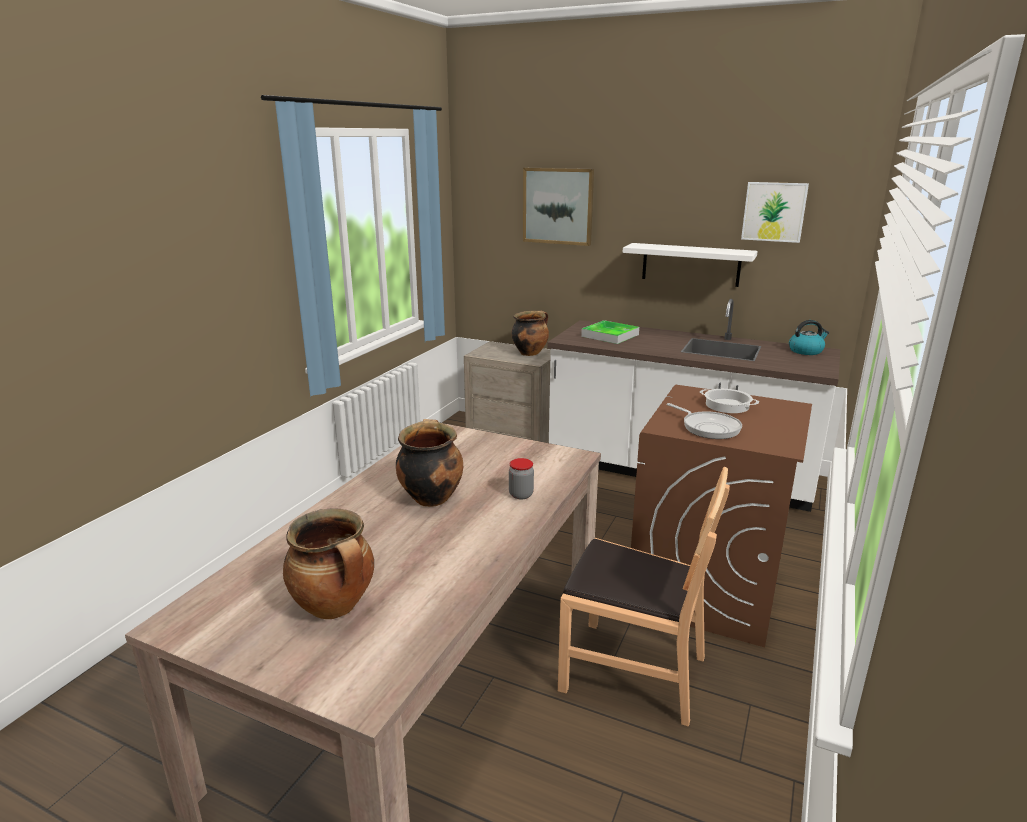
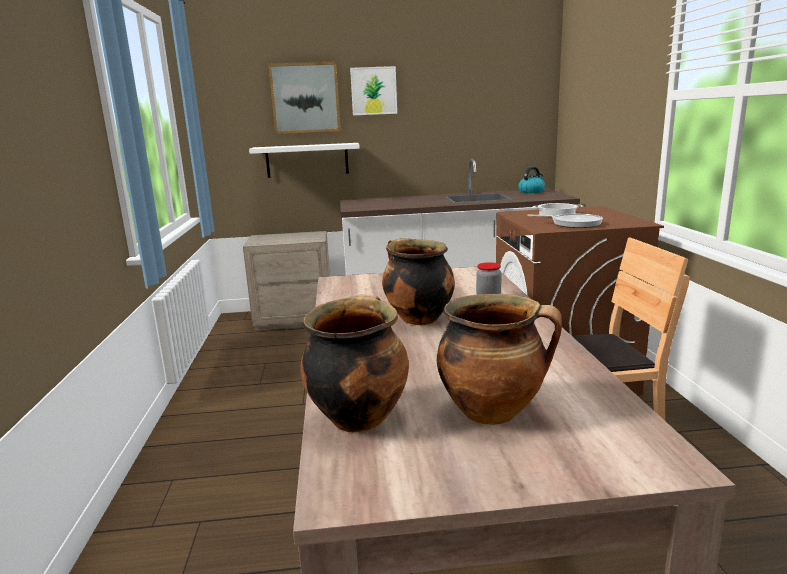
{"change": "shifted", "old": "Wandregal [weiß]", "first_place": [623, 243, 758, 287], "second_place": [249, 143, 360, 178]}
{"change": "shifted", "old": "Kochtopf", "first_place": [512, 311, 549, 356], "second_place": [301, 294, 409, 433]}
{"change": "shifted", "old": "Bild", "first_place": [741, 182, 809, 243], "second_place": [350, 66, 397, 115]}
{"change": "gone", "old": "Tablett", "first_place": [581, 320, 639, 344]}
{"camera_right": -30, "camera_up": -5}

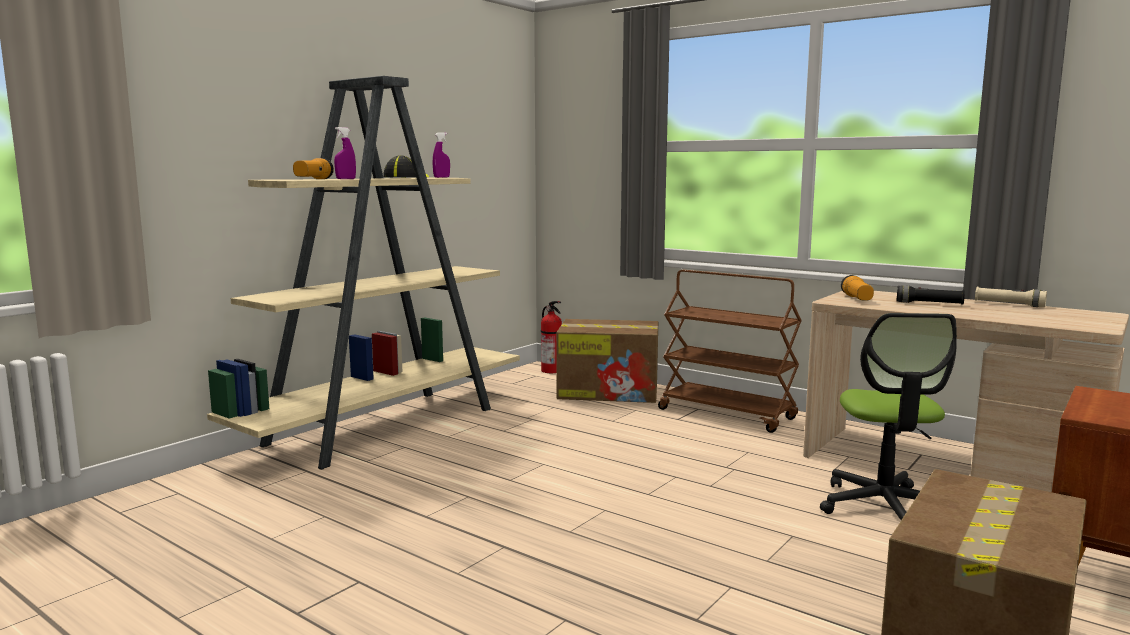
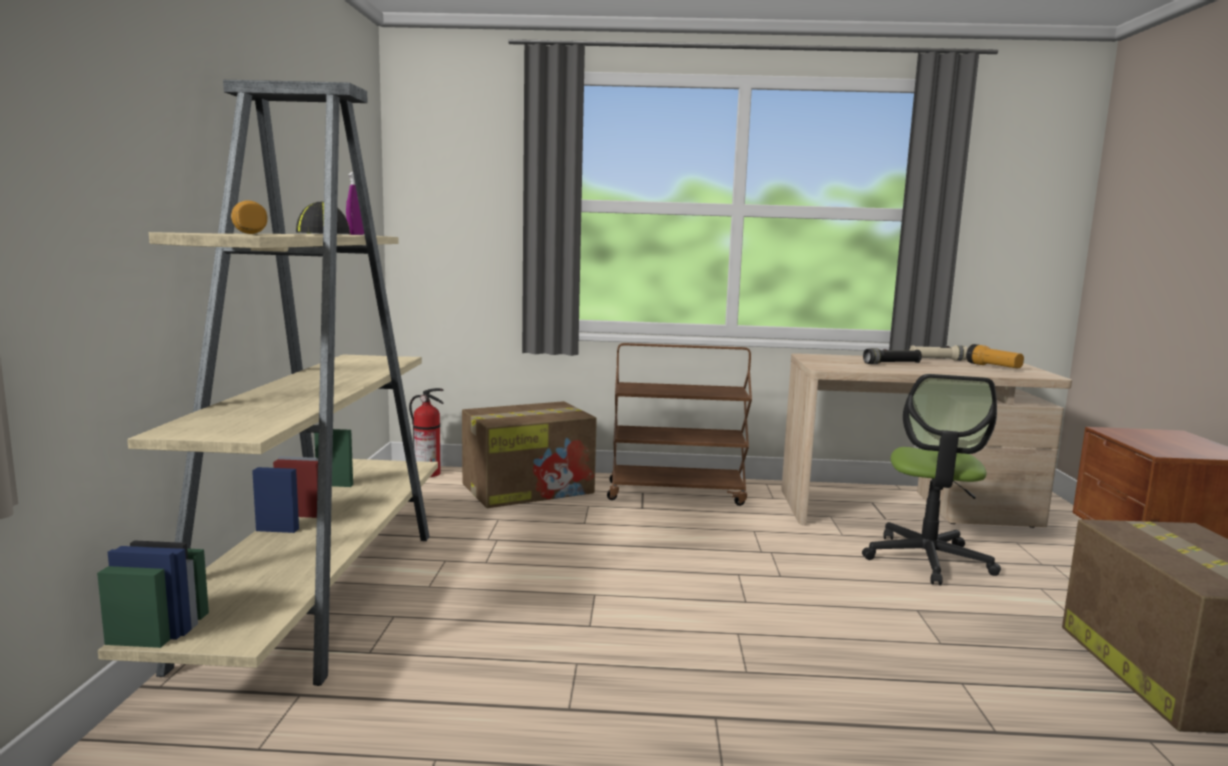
{"change": "rotated", "old": "Bürostuhl", "first_place": [820, 313, 957, 520], "second_place": [862, 374, 1001, 585], "degrees": 45}
{"change": "shifted", "old": "Taschenlampe", "first_place": [841, 275, 874, 301], "second_place": [966, 344, 1024, 368]}
{"change": "gone", "old": "Sprühflasche [lila]", "first_place": [334, 127, 356, 179]}
{"camera_right": -35, "camera_up": 0}

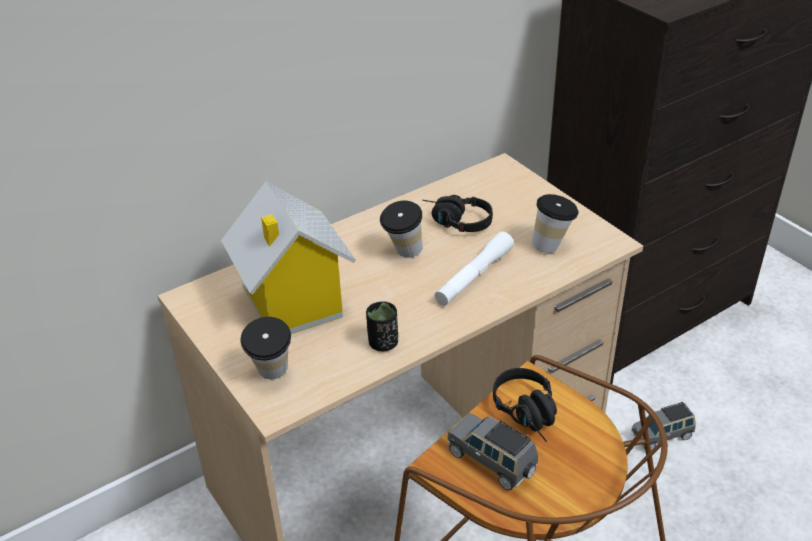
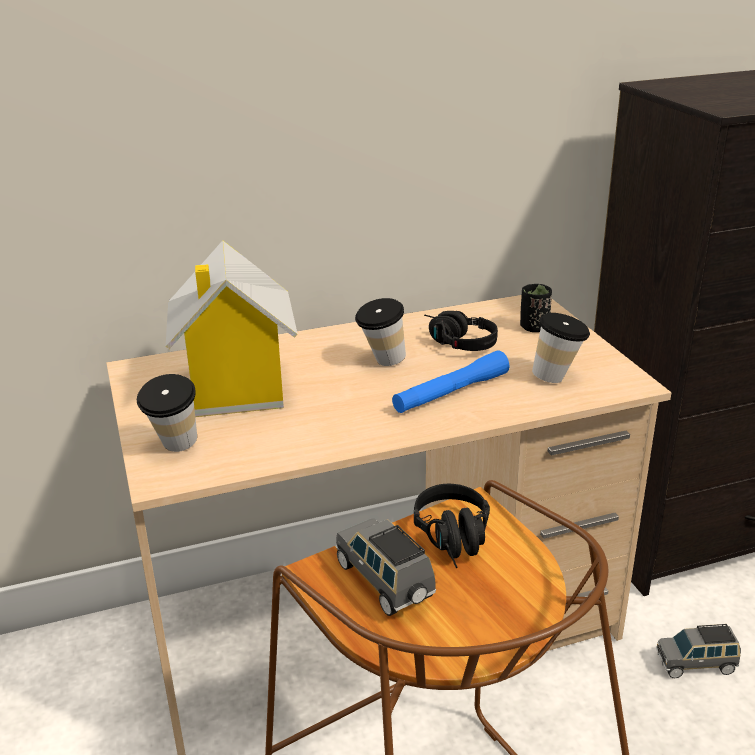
{"change": "repainted", "old": "Taschenlampe [weiß]", "new": "Taschenlampe [blau]", "first_place": [435, 232, 514, 306], "second_place": [392, 350, 509, 413]}
{"change": "shifted", "old": "Tasse [schwarz]", "first_place": [366, 301, 398, 351], "second_place": [520, 284, 552, 332]}
{"camera_right": 15, "camera_up": -10}

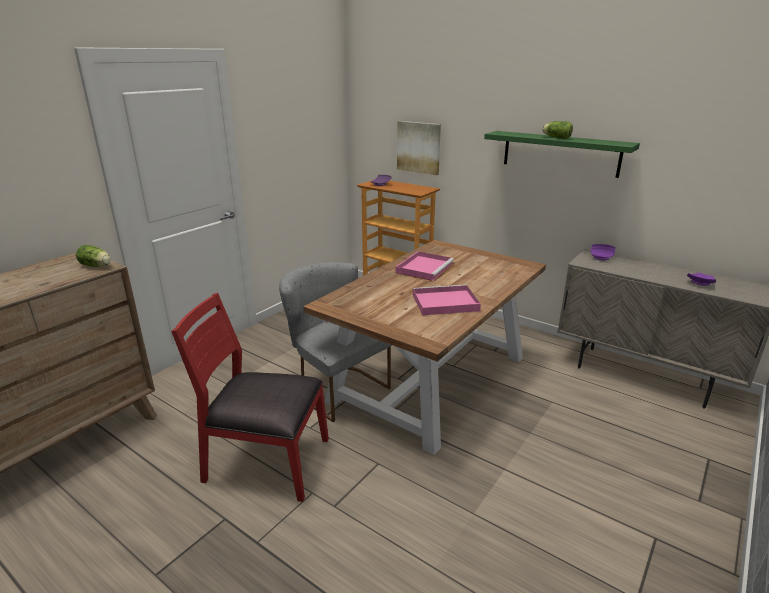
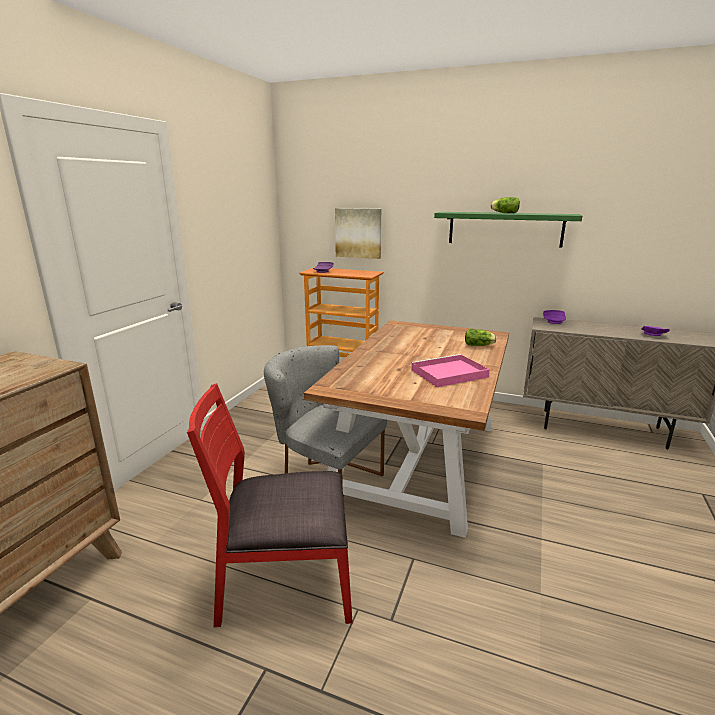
{"change": "shifted", "old": "Salatkopf", "first_place": [76, 245, 111, 267], "second_place": [465, 329, 497, 346]}
{"change": "gone", "old": "Tablett [rosa]", "first_place": [396, 251, 454, 281]}
{"camera_right": -15, "camera_up": -5}

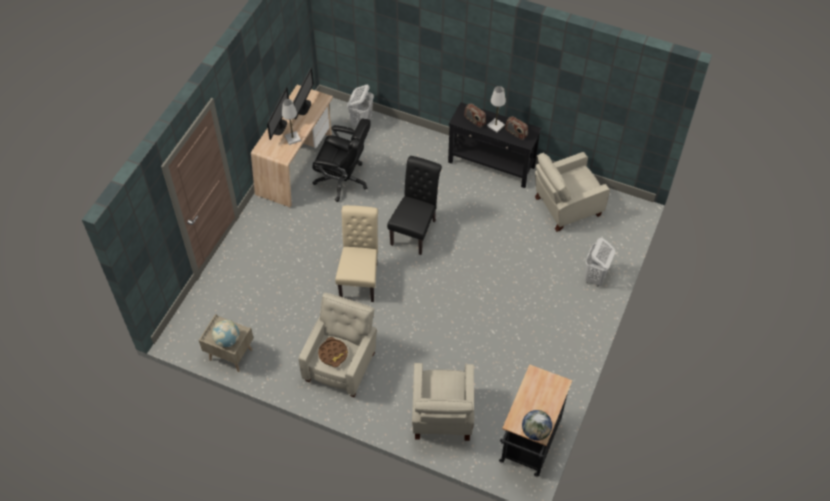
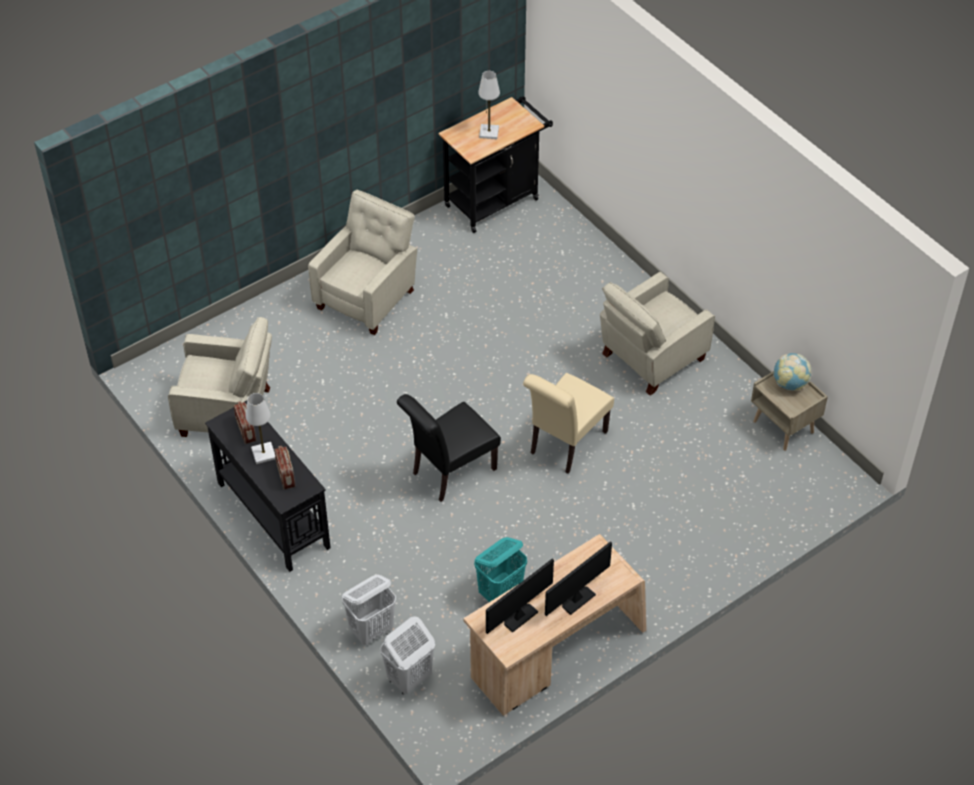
{"change": "shifted", "old": "Sessel [beige]", "first_place": [412, 363, 474, 441], "second_place": [308, 190, 417, 335]}
{"change": "shifted", "old": "Wäschekorb [weiß]", "first_place": [585, 237, 615, 287], "second_place": [342, 575, 396, 645]}
{"change": "swapped", "old": "Bürostuhl [schwarz]", "new": "Wäschekorb [türkis]", "first_place": [312, 118, 371, 202], "second_place": [474, 537, 527, 602]}
{"change": "shifted", "old": "Tischlampe [weiß]", "first_place": [282, 99, 301, 145], "second_place": [478, 71, 500, 139]}
{"change": "gone", "old": "Tablett [braun]", "first_place": [318, 337, 348, 367]}
{"change": "gone", "old": "Globus", "first_place": [522, 410, 552, 441]}
{"camera_right": -150, "camera_up": -5}

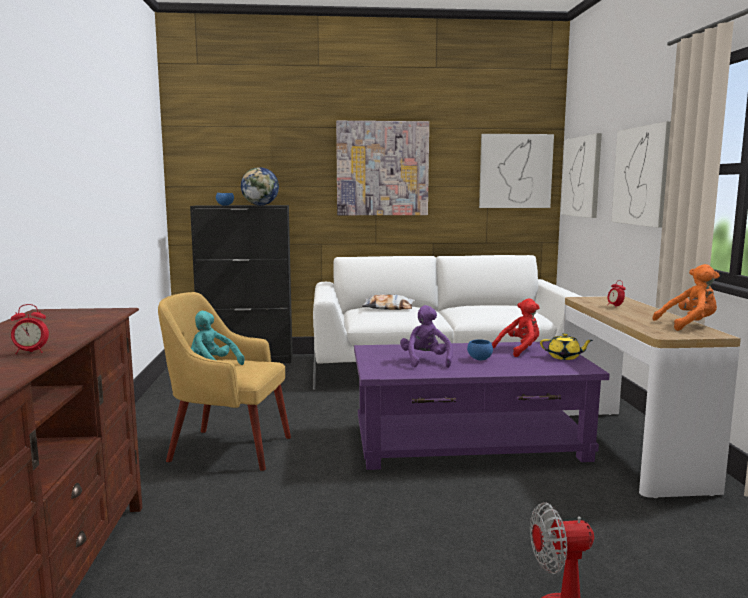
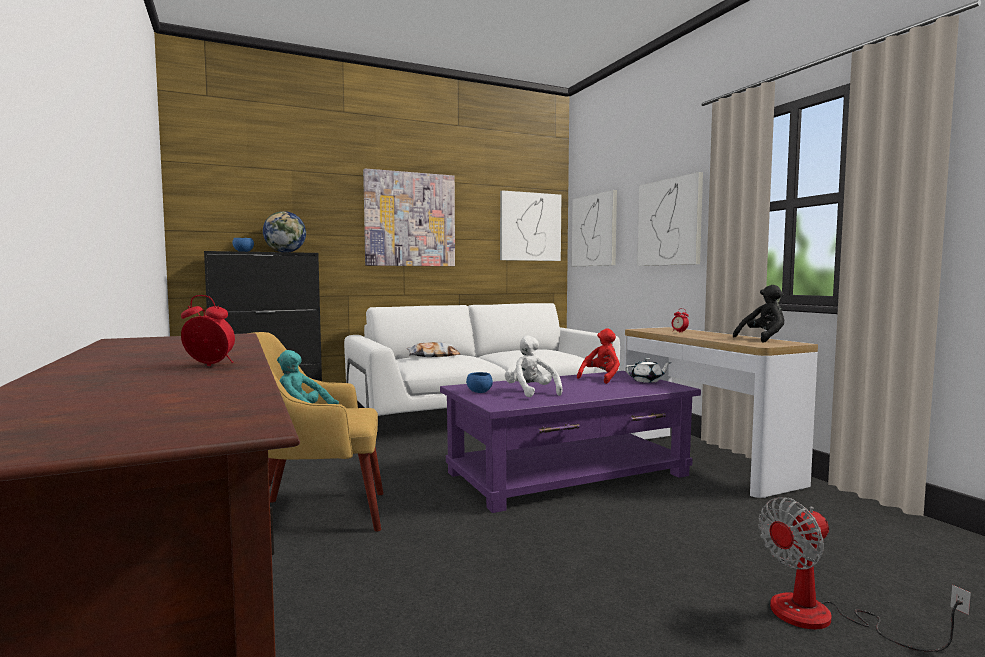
{"change": "rotated", "old": "Wecker", "first_place": [11, 304, 49, 354], "second_place": [181, 295, 235, 366], "degrees": -135}
{"change": "shifted", "old": "Schüssel [blau]", "first_place": [467, 340, 493, 360], "second_place": [466, 372, 493, 393]}
{"change": "repainted", "old": "Plüschtier [lila]", "new": "Plüschtier [weiß]", "first_place": [400, 305, 453, 368], "second_place": [505, 335, 563, 397]}
{"change": "repainted", "old": "Teekanne [gelb]", "new": "Teekanne [weiß]", "first_place": [540, 333, 593, 360], "second_place": [625, 358, 671, 383]}
{"change": "repainted", "old": "Plüschtier [orange]", "new": "Plüschtier [schwarz]", "first_place": [652, 264, 720, 331], "second_place": [733, 285, 784, 343]}
{"camera_right": -20, "camera_up": -5}

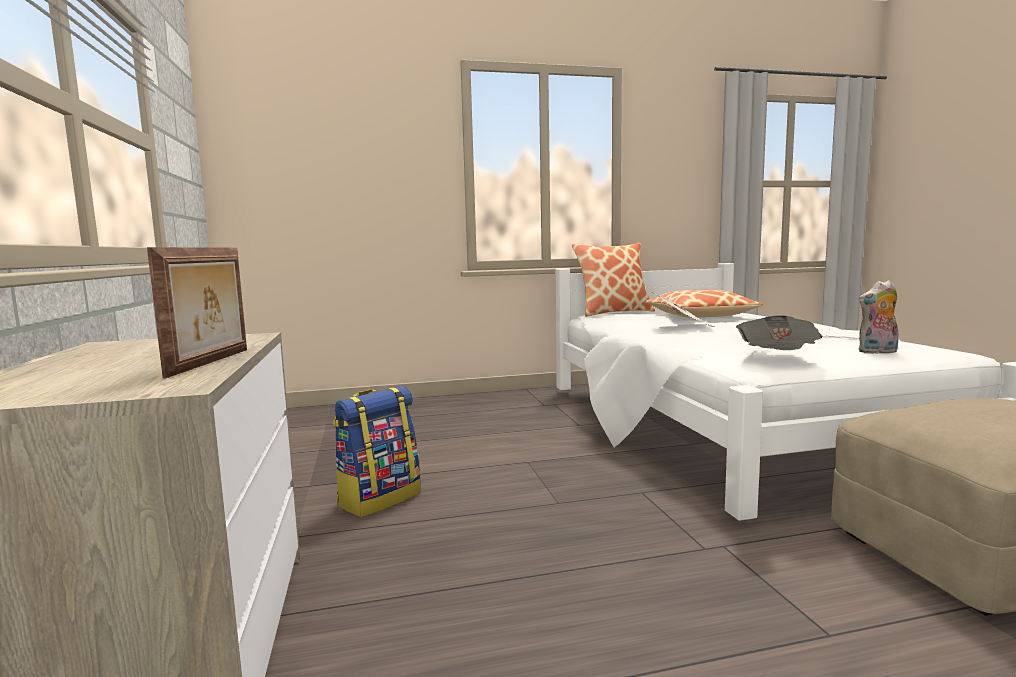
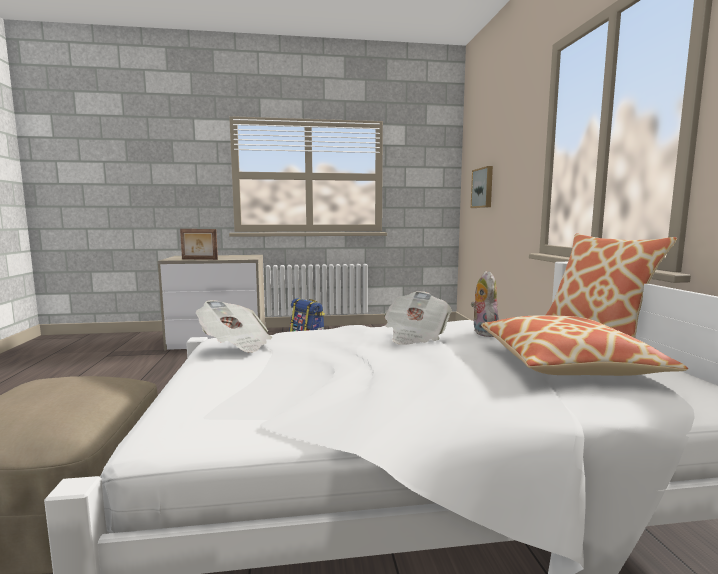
{"change": "new", "new": "Bild", "second_place": [471, 166, 493, 208]}
{"change": "shifted", "old": "Plüschtier", "first_place": [859, 280, 898, 354], "second_place": [471, 271, 499, 337]}
{"camera_right": 95, "camera_up": 0}

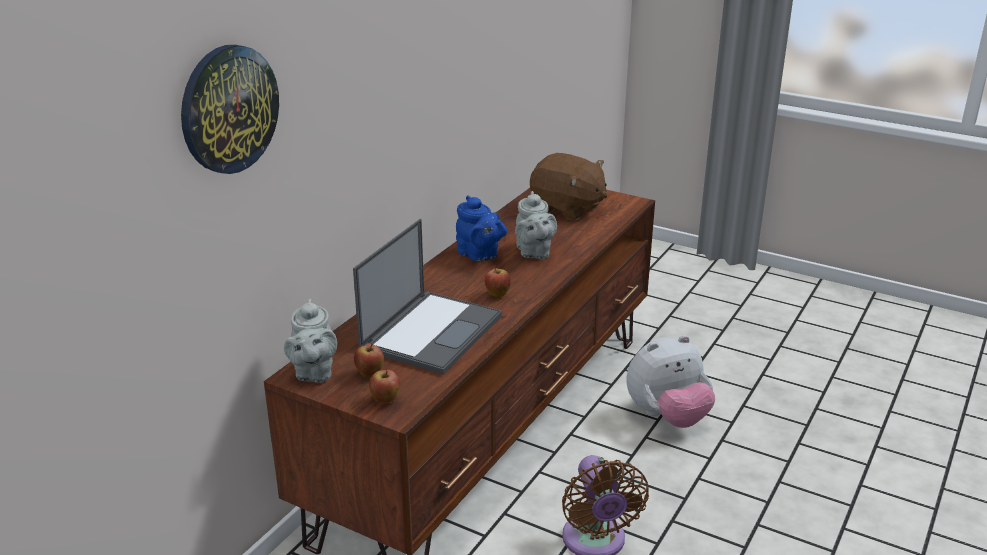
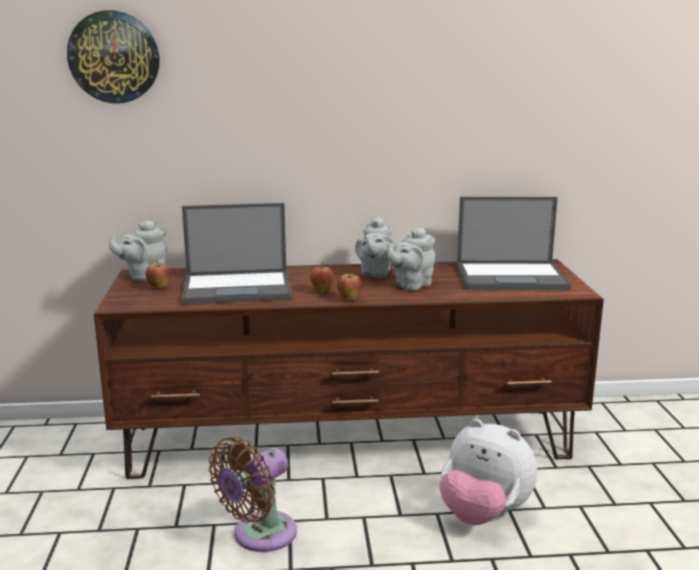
{"change": "shifted", "old": "Apfel", "first_place": [369, 370, 400, 403], "second_place": [337, 272, 362, 300]}
{"change": "repainted", "old": "Teekanne [blau]", "new": "Teekanne [grau]", "first_place": [456, 195, 507, 262], "second_place": [355, 216, 394, 278]}
{"change": "swapped", "old": "Plüschtier [braun]", "new": "Laptop", "first_place": [530, 153, 607, 220], "second_place": [457, 197, 571, 290]}
{"camera_right": 55, "camera_up": -10}

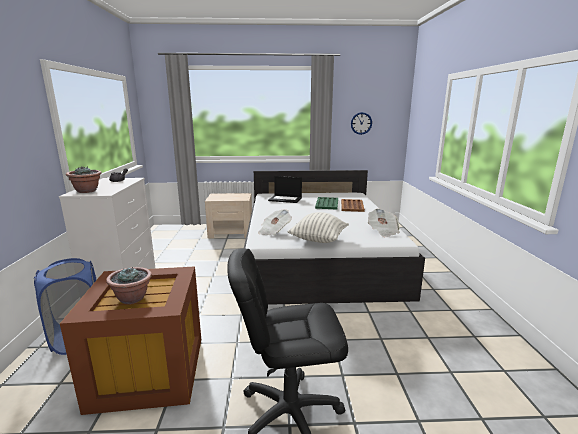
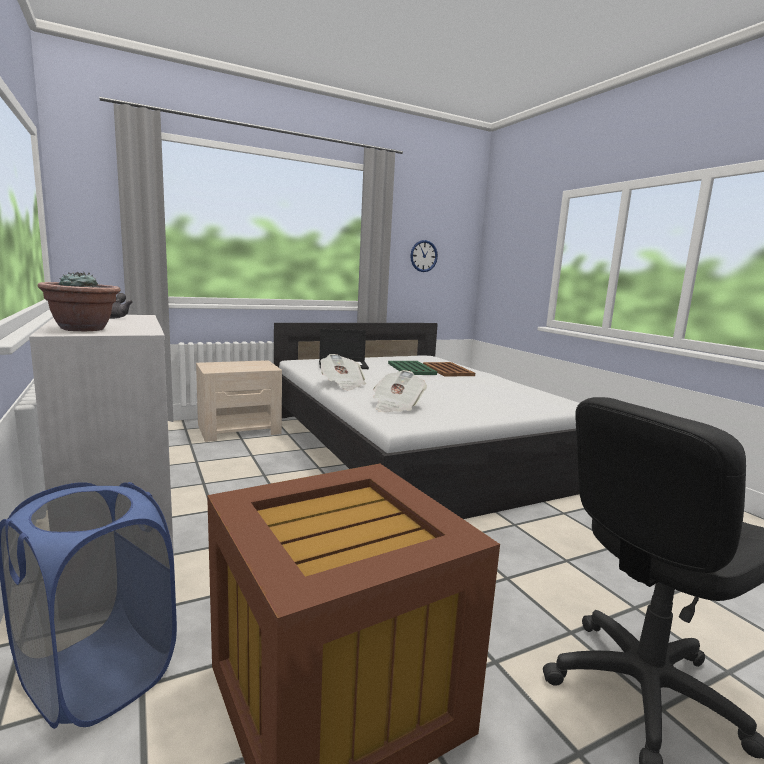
{"change": "shifted", "old": "Zeitung", "first_place": [368, 208, 400, 237], "second_place": [320, 354, 366, 390]}
{"change": "gone", "old": "Topfpflanze", "first_place": [106, 267, 152, 304]}
{"change": "gone", "old": "Kissen", "first_place": [288, 212, 349, 243]}
{"camera_right": -25, "camera_up": -5}

